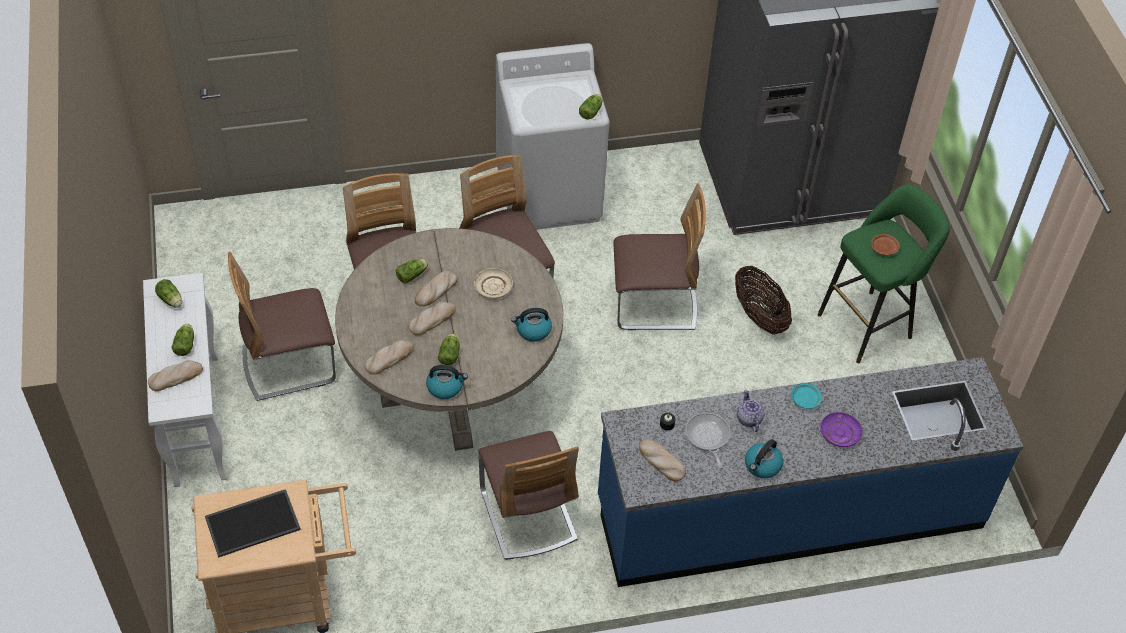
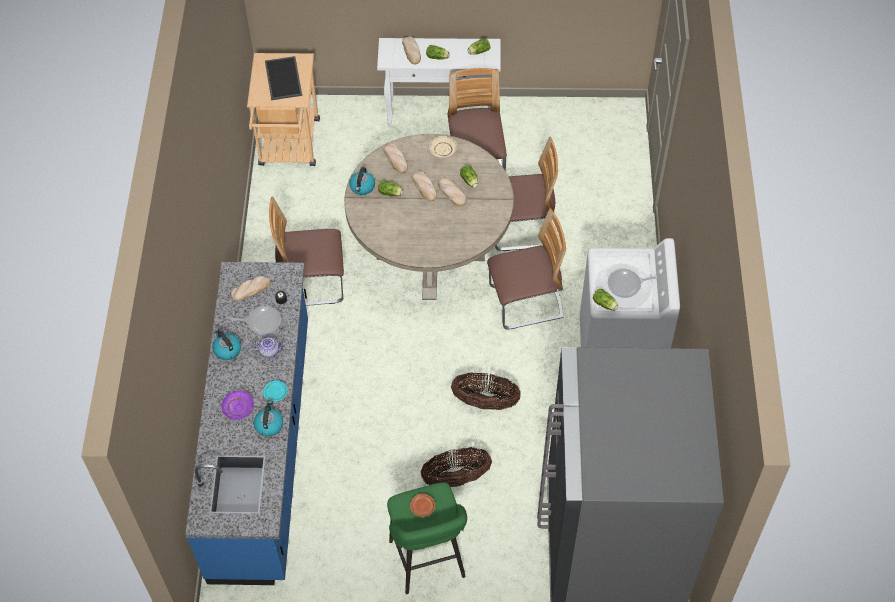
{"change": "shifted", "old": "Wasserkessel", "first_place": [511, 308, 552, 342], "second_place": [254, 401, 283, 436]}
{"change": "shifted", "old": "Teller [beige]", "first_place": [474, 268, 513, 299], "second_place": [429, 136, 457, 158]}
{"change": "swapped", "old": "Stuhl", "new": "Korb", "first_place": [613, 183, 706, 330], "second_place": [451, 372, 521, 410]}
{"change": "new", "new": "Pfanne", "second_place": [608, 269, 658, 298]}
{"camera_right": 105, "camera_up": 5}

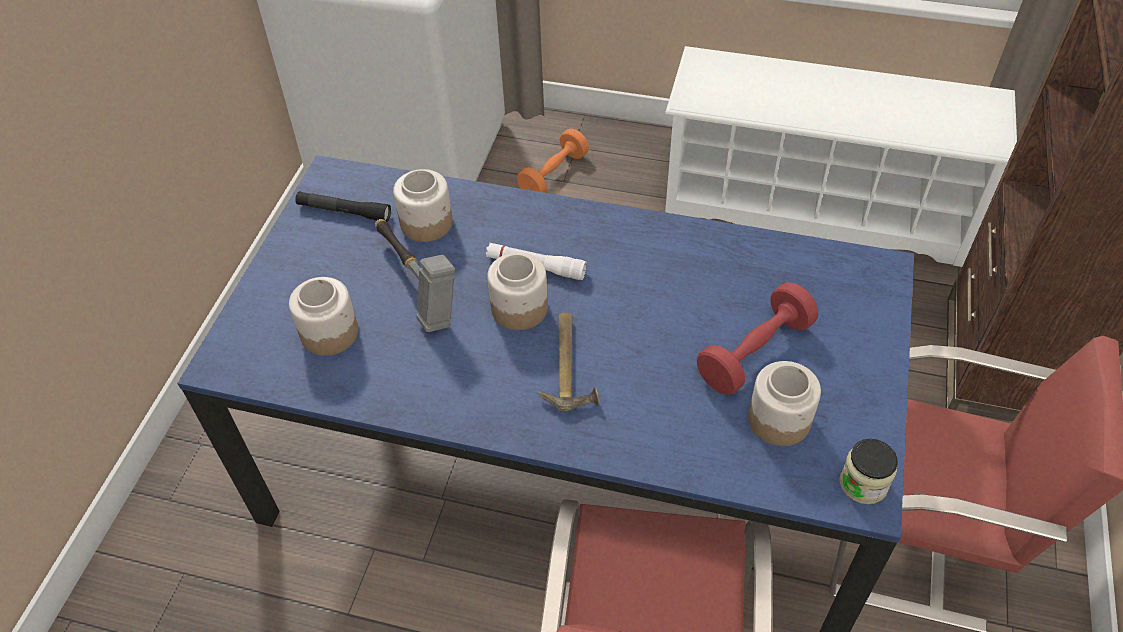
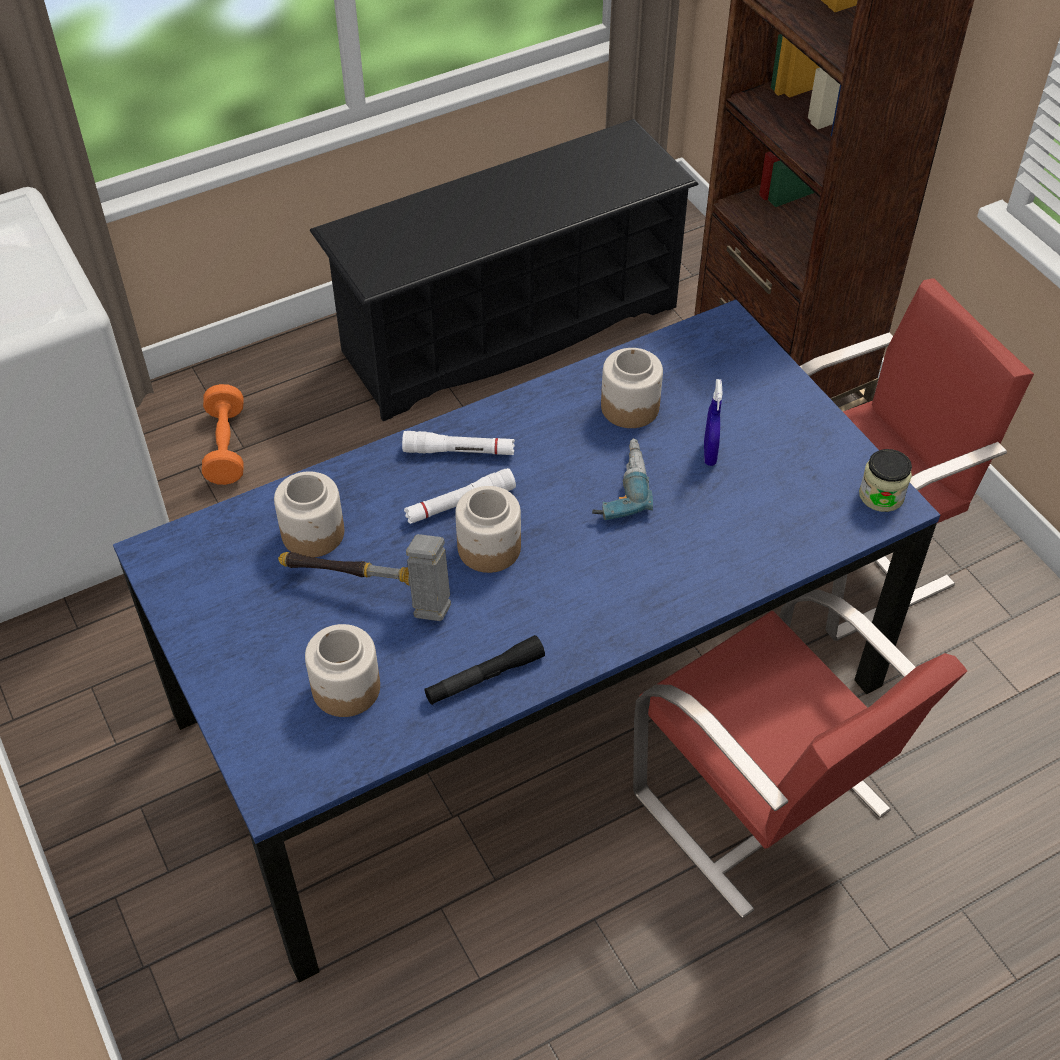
{"change": "repainted", "old": "Schuhregal [weiß]", "new": "Schuhregal [schwarz]", "first_place": [665, 46, 1017, 267], "second_place": [310, 119, 698, 421]}
{"change": "new", "new": "Taschenlampe [weiß]", "second_place": [402, 431, 515, 455]}
{"change": "shifted", "old": "Taschenlampe [schwarz]", "first_place": [295, 191, 391, 222], "second_place": [424, 635, 545, 705]}
{"change": "new", "new": "Bohrmaschine", "second_place": [592, 438, 653, 520]}
{"change": "shifted", "old": "Vorratsglas", "first_place": [748, 361, 821, 446], "second_place": [601, 348, 663, 428]}
{"change": "swapped", "old": "Hantel [rot]", "new": "Sprühflasche [blau]", "first_place": [697, 282, 818, 395], "second_place": [704, 379, 723, 466]}
{"change": "gone", "old": "Hammer", "first_place": [539, 312, 600, 411]}
{"camera_right": -45, "camera_up": 0}

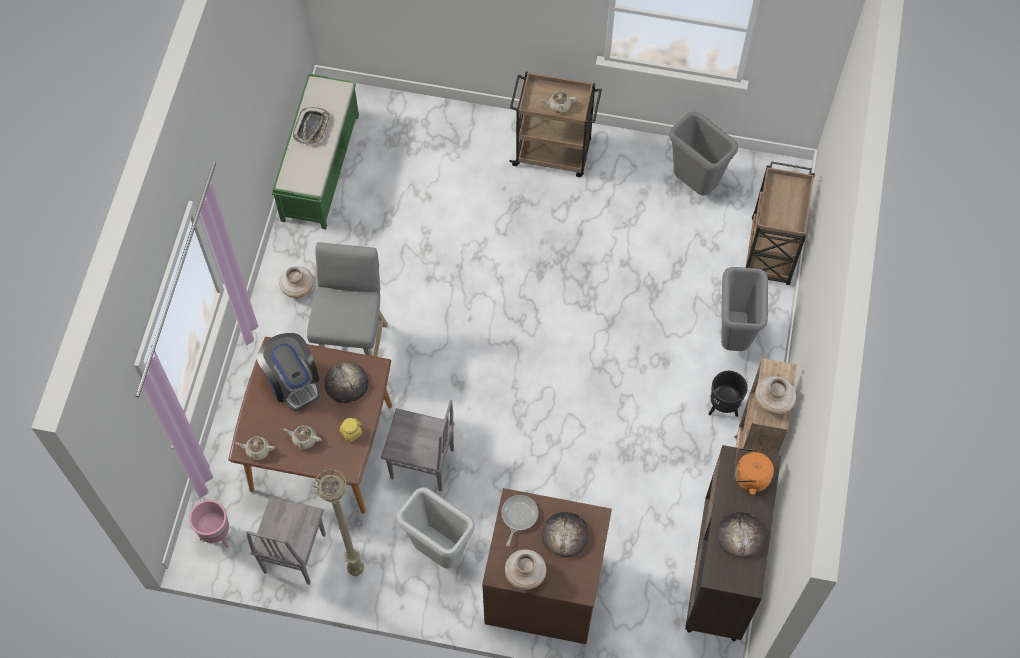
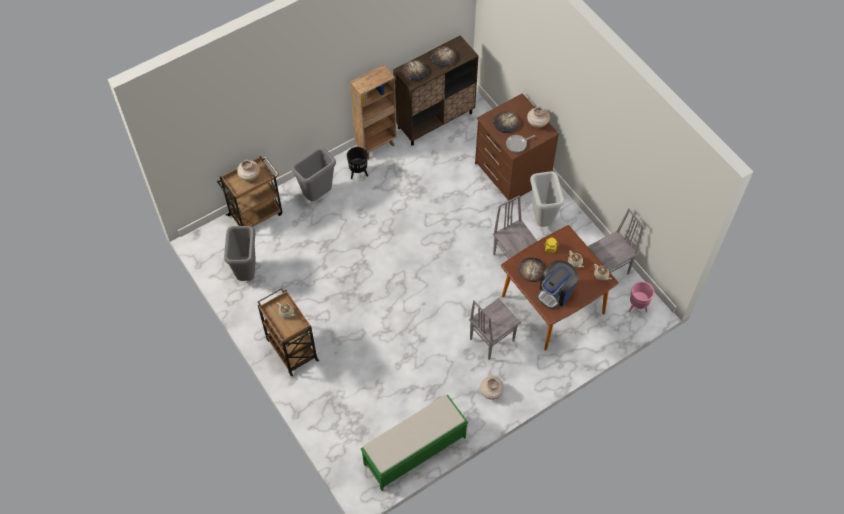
{"change": "shifted", "old": "Vase [beige]", "first_place": [755, 376, 796, 415], "second_place": [237, 160, 260, 181]}
{"change": "swapped", "old": "Wasserkessel [orange]", "new": "Brot", "first_place": [734, 448, 774, 495], "second_place": [402, 60, 428, 81]}
{"change": "swapped", "old": "Hocker [grau]", "new": "Stuhl [grau]", "first_place": [307, 242, 388, 357], "second_place": [469, 298, 521, 360]}
{"change": "rotated", "old": "Kaffeemaschine", "first_place": [257, 333, 320, 411], "second_place": [537, 260, 579, 309], "degrees": -150}
{"change": "gone", "old": "Tablett", "first_place": [293, 107, 330, 144]}
{"change": "gone", "old": "Stehlampe [beige]", "first_place": [313, 469, 364, 576]}
{"camera_right": -135, "camera_up": -5}

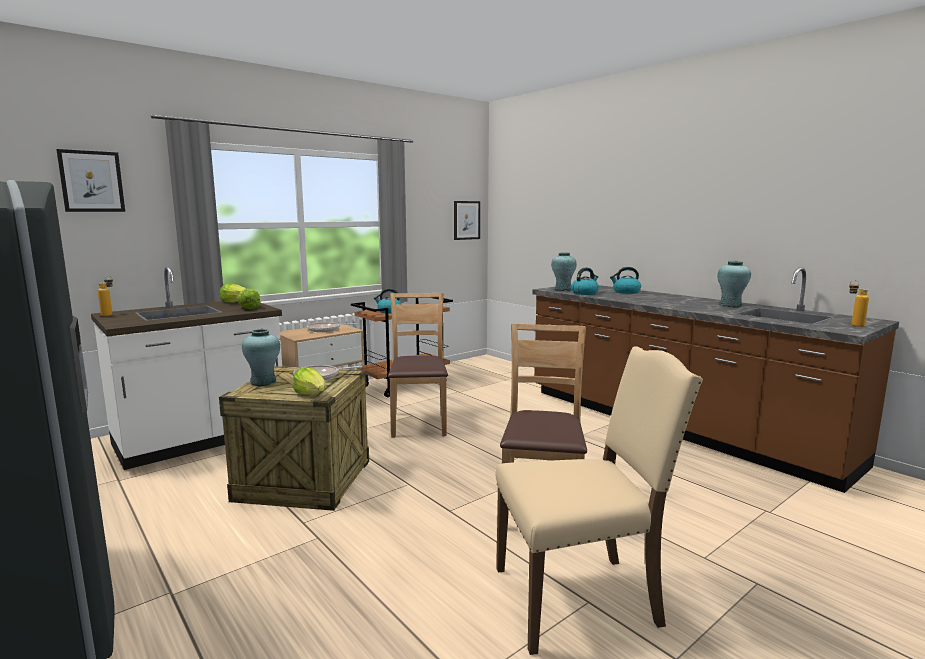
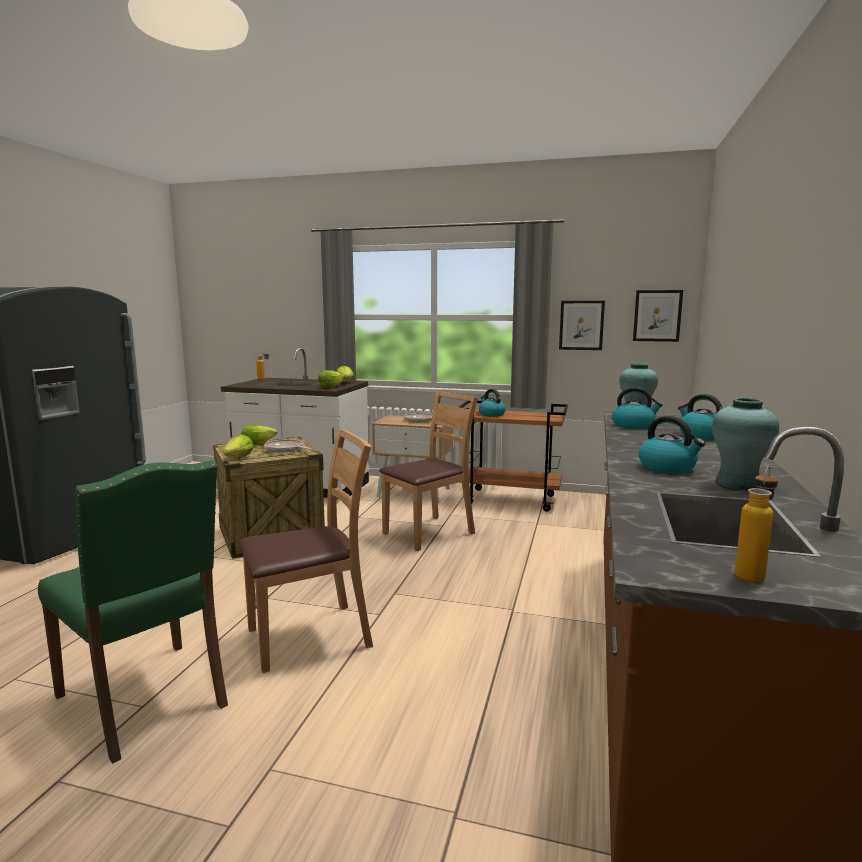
{"change": "repainted", "old": "Stuhl [beige]", "new": "Stuhl [grün]", "first_place": [495, 346, 703, 655], "second_place": [38, 460, 228, 764]}
{"change": "swapped", "old": "Vase [türkis]", "new": "Salatkopf", "first_place": [242, 329, 280, 386], "second_place": [241, 425, 277, 445]}
{"change": "shifted", "old": "Bild", "first_place": [56, 149, 125, 212], "second_place": [559, 301, 605, 350]}
{"change": "new", "new": "Wasserkessel", "second_place": [639, 416, 705, 474]}
{"camera_right": 55, "camera_up": 0}

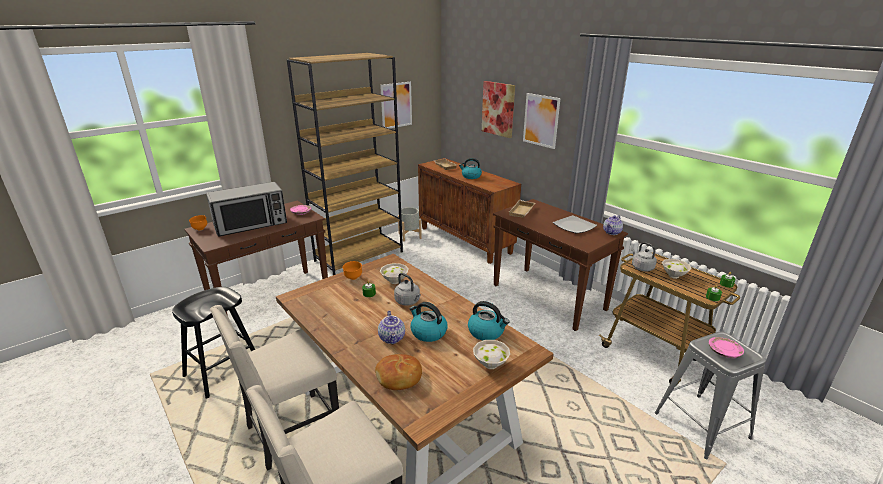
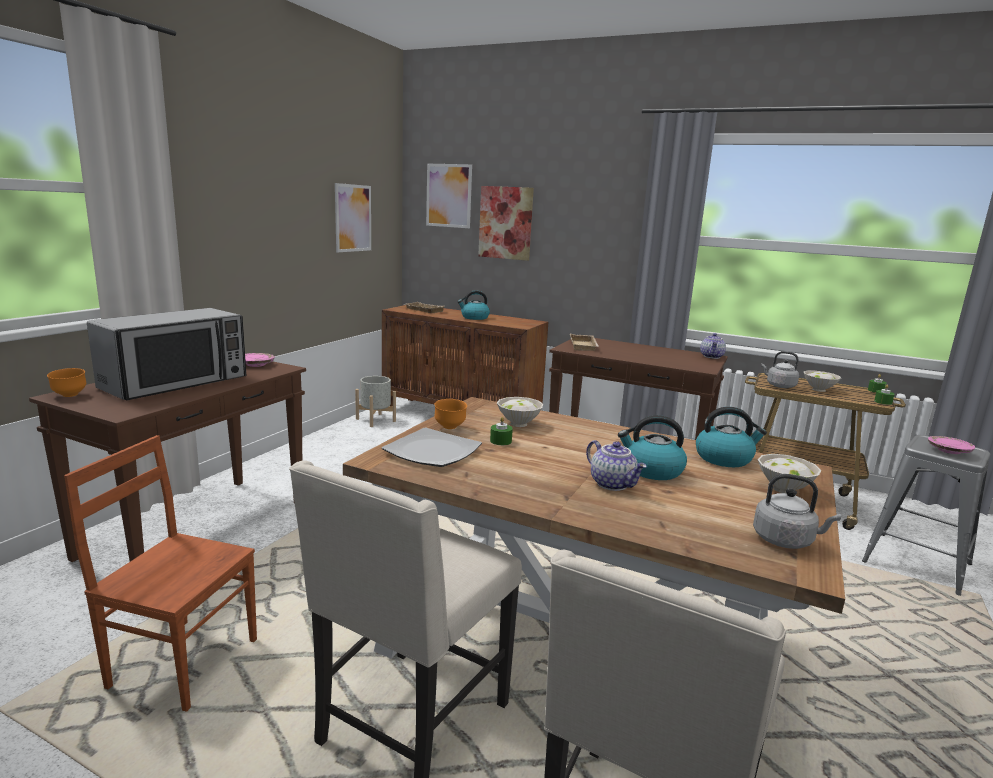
{"change": "swapped", "old": "Hocker [schwarz]", "new": "Stuhl [braun]", "first_place": [172, 287, 255, 399], "second_place": [64, 435, 257, 712]}
{"change": "shifted", "old": "Teller", "first_place": [553, 215, 597, 234], "second_place": [382, 428, 482, 467]}
{"change": "shifted", "old": "Bild", "first_place": [523, 93, 561, 149], "second_place": [426, 164, 472, 228]}
{"change": "shifted", "old": "Wasserkessel [grau]", "first_place": [394, 273, 421, 306], "second_place": [753, 474, 841, 549]}
{"change": "gone", "old": "Bücherregal [braun]", "first_place": [287, 53, 403, 275]}
{"change": "gone", "old": "Brot", "first_place": [375, 354, 422, 390]}
{"camera_right": -25, "camera_up": -10}

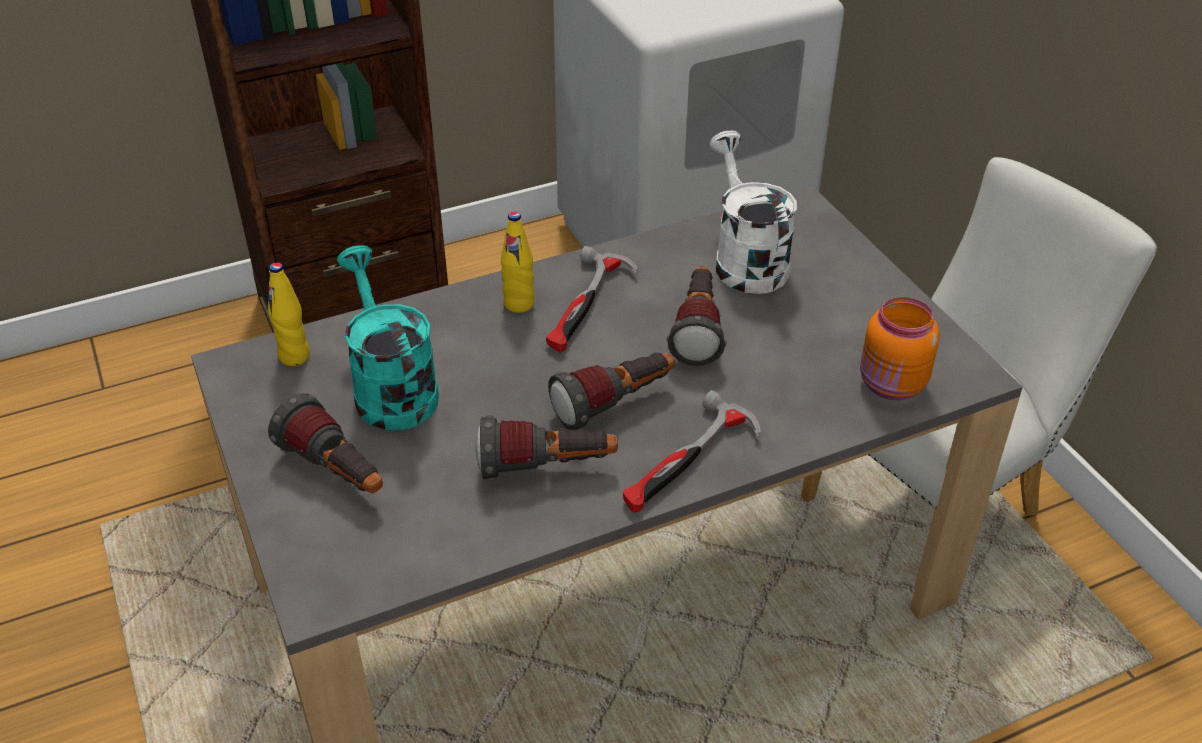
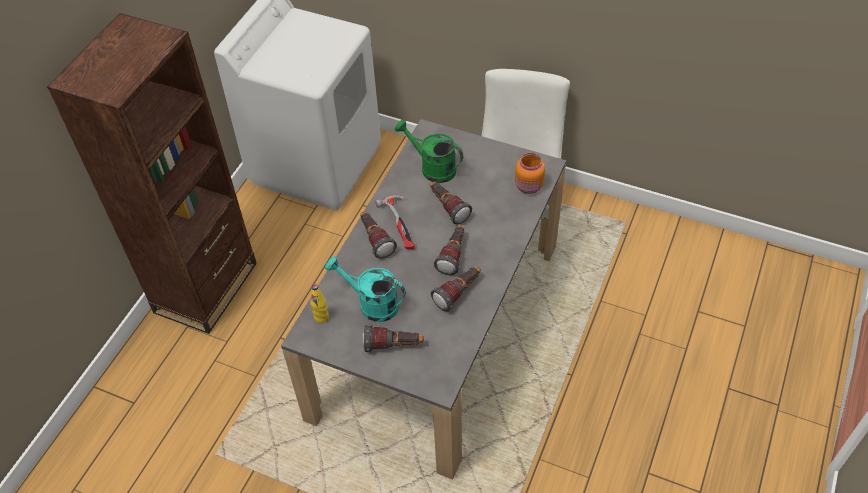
{"change": "swapped", "old": "Flasche [gelb]", "new": "Taschenlampe", "first_place": [501, 212, 535, 313], "second_place": [360, 212, 397, 259]}
{"change": "repainted", "old": "Gießkanne [weiß]", "new": "Gießkanne [grün]", "first_place": [710, 131, 797, 294], "second_place": [394, 119, 463, 183]}
{"change": "gone", "old": "Hammer", "first_place": [623, 390, 761, 513]}
{"camera_right": -40, "camera_up": 10}

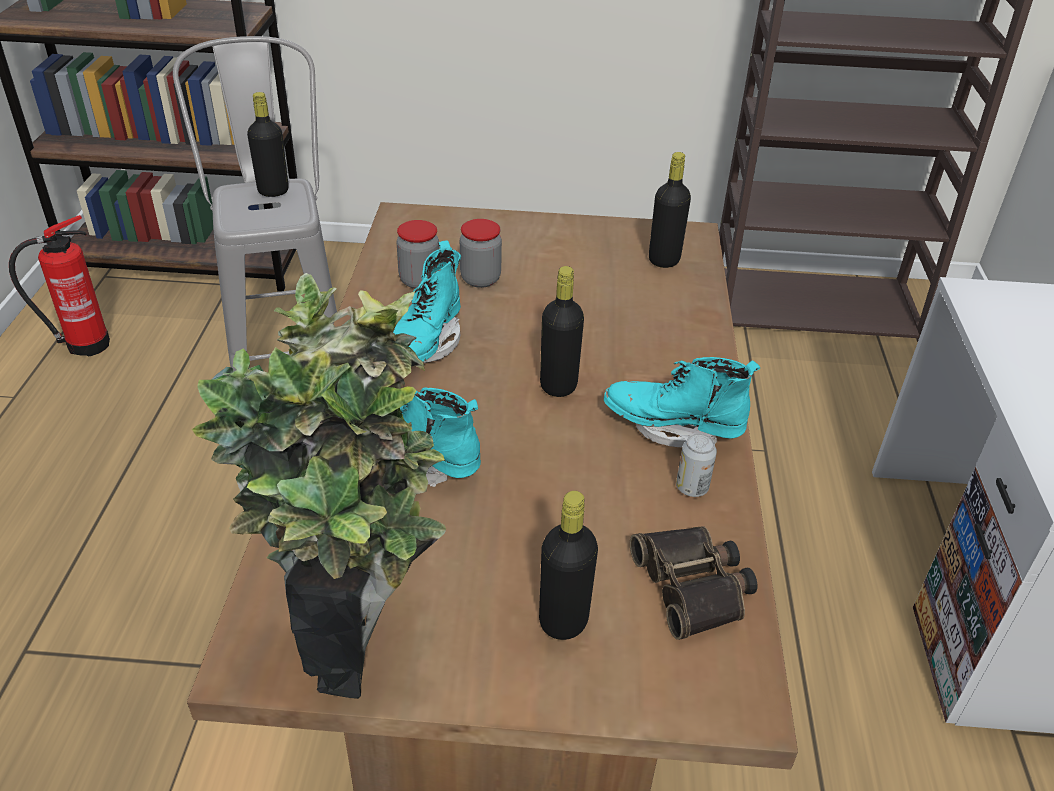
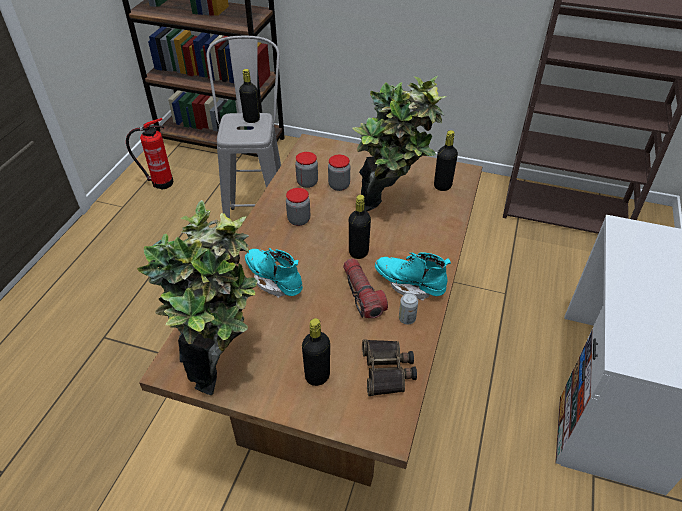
{"change": "swapped", "old": "Stiefel [türkis]", "new": "Vorratsglas", "first_place": [393, 240, 461, 363], "second_place": [286, 188, 310, 226]}
{"change": "new", "new": "Taschenlampe", "second_place": [343, 258, 388, 318]}
{"change": "new", "new": "Topfpflanze", "second_place": [352, 76, 446, 212]}
{"camera_right": 15, "camera_up": 5}

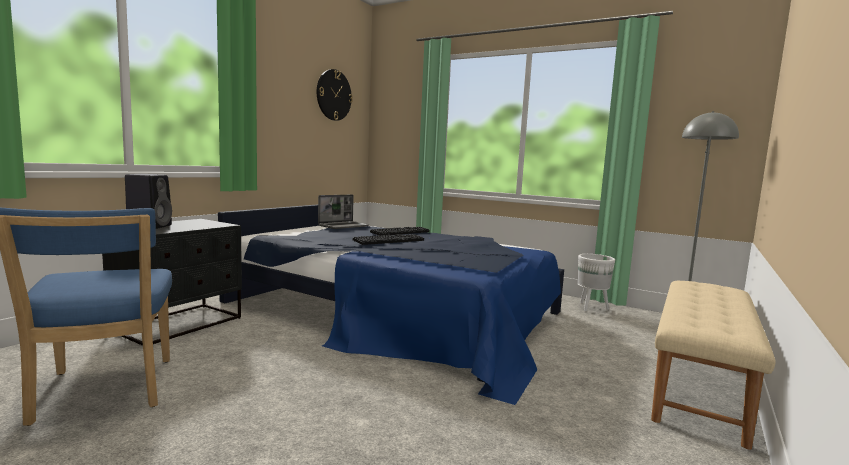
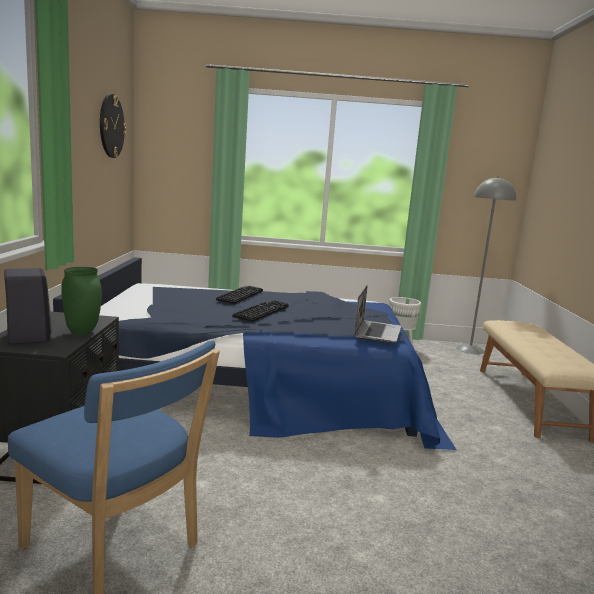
{"change": "new", "new": "Vase [grün]", "second_place": [61, 267, 102, 335]}
{"change": "shifted", "old": "Laptop", "first_place": [318, 195, 370, 229], "second_place": [354, 285, 401, 343]}
{"camera_right": -30, "camera_up": 5}

